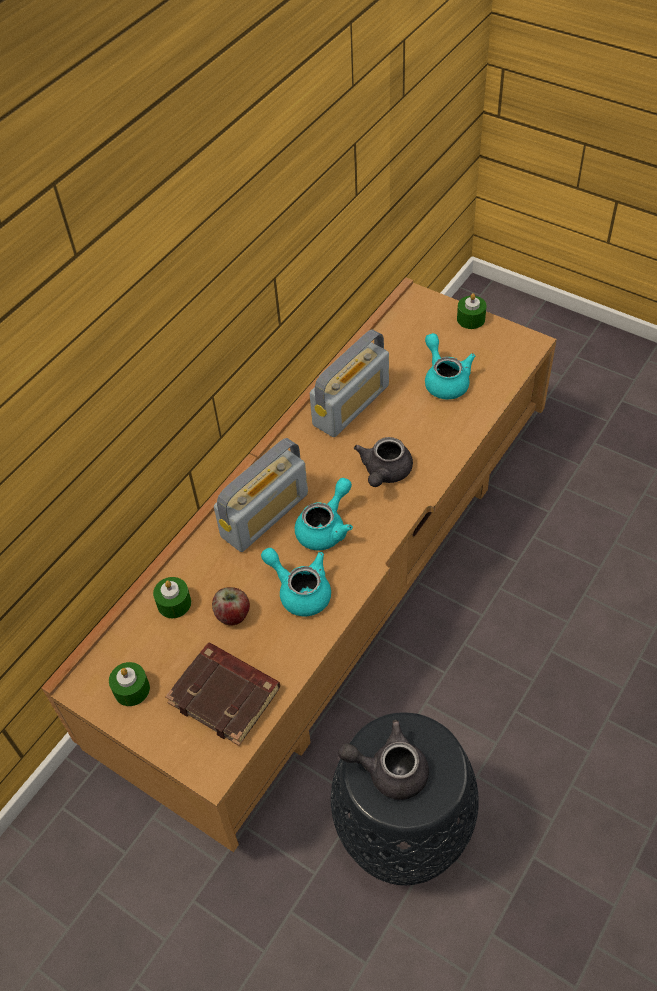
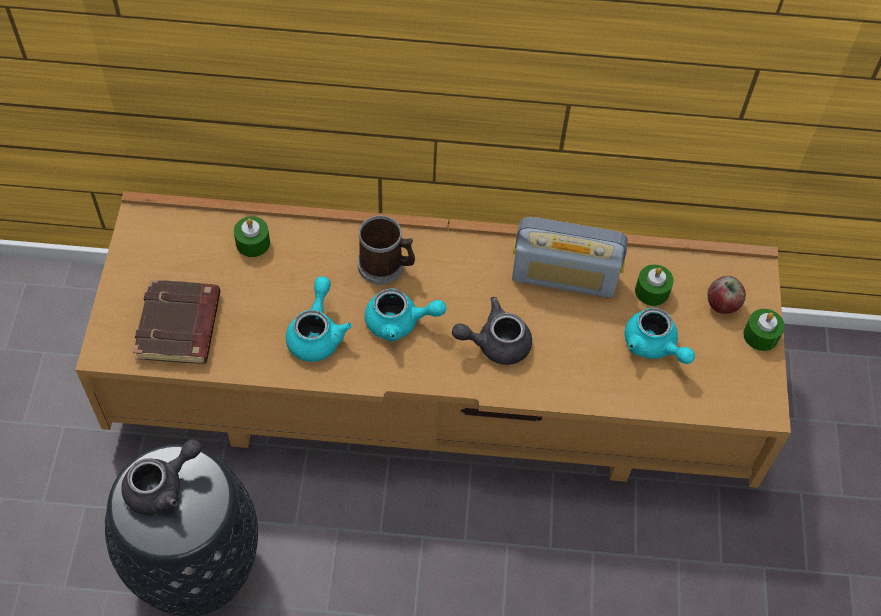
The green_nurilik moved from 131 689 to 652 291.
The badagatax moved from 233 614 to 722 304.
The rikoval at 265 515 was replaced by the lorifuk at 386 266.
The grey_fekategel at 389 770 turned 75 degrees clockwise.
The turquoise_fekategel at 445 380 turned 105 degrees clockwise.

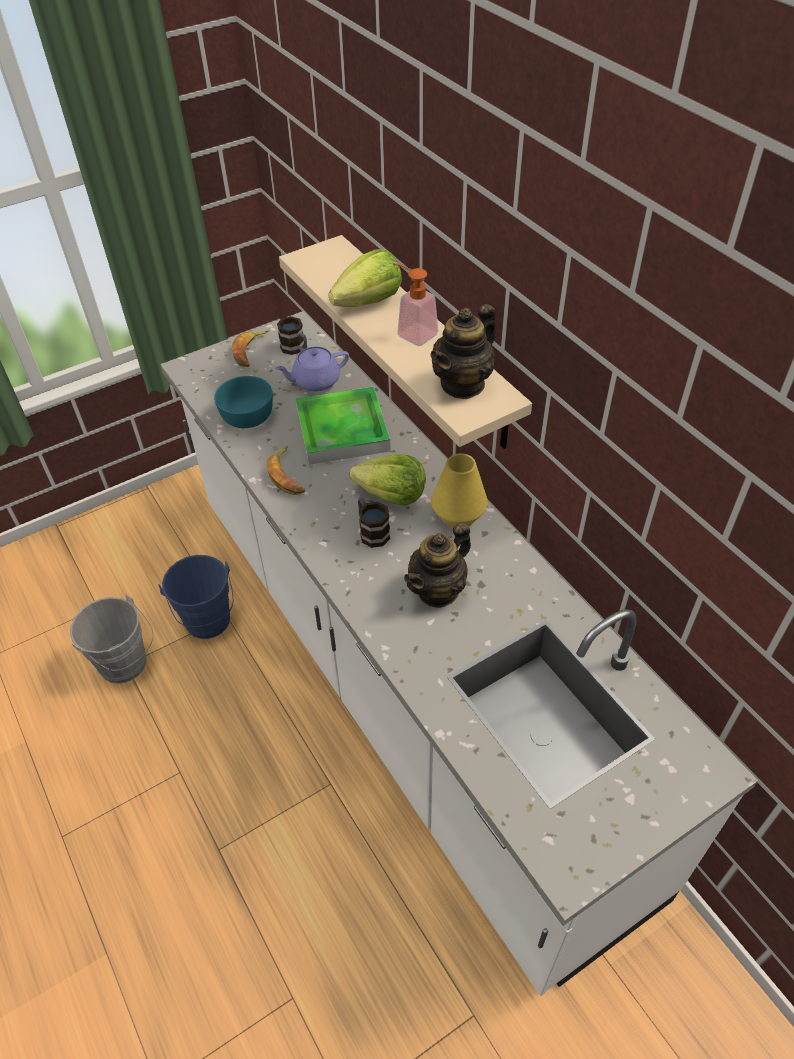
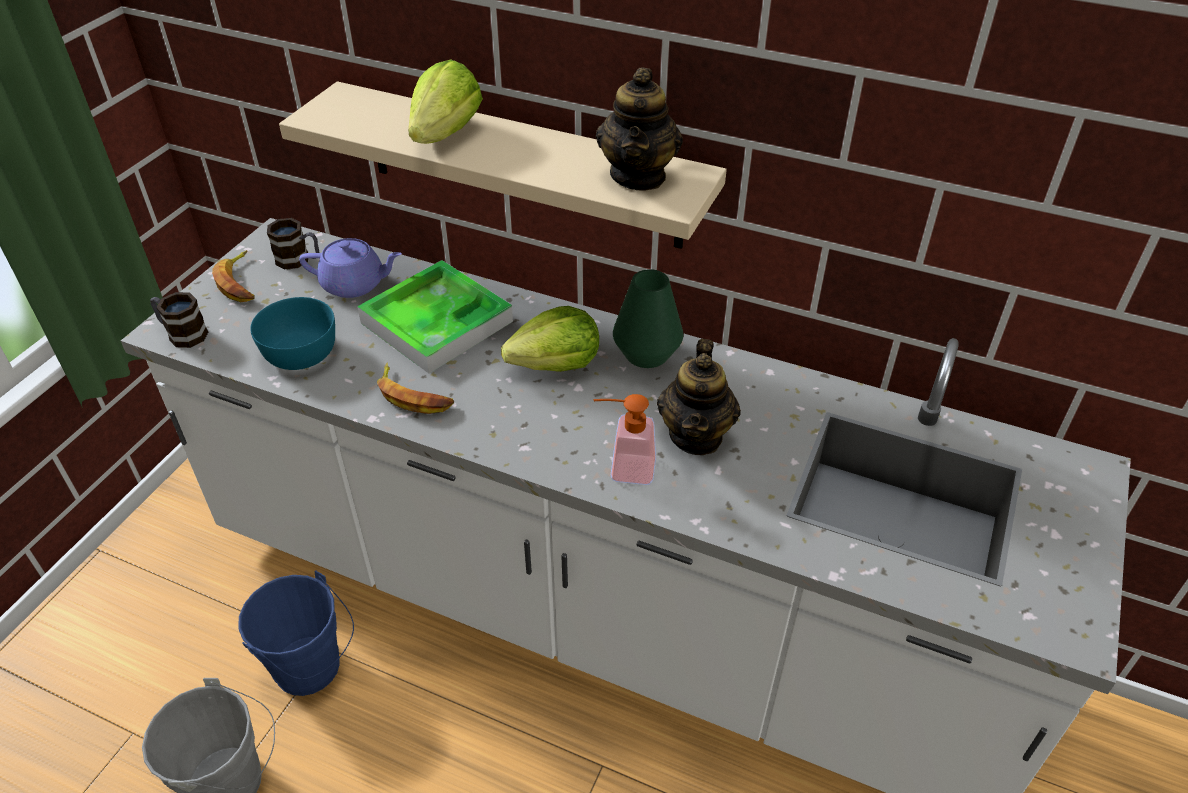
The lorifuk moved from 371 531 to 182 333.
The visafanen moved from 412 332 to 623 468.
The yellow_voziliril at 458 515 became the green_voziliril at 646 353.
The purple_fekategel at 315 381 turned 120 degrees counterclockwise.

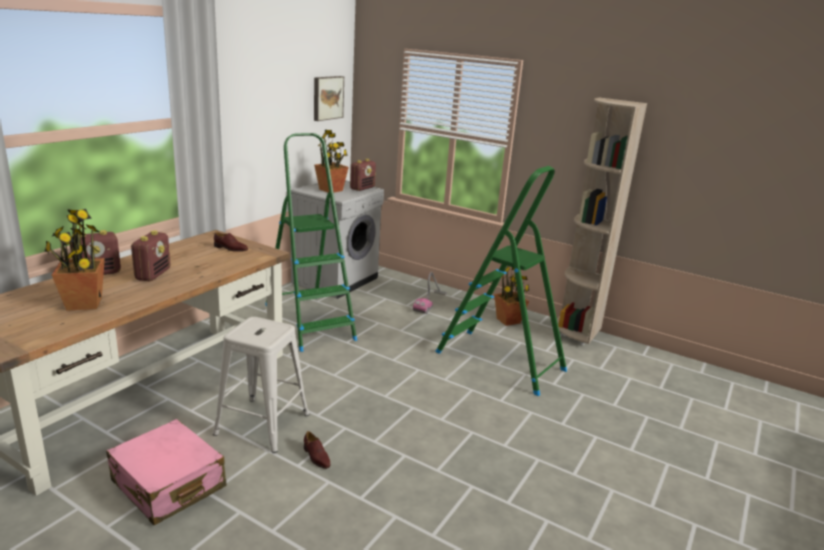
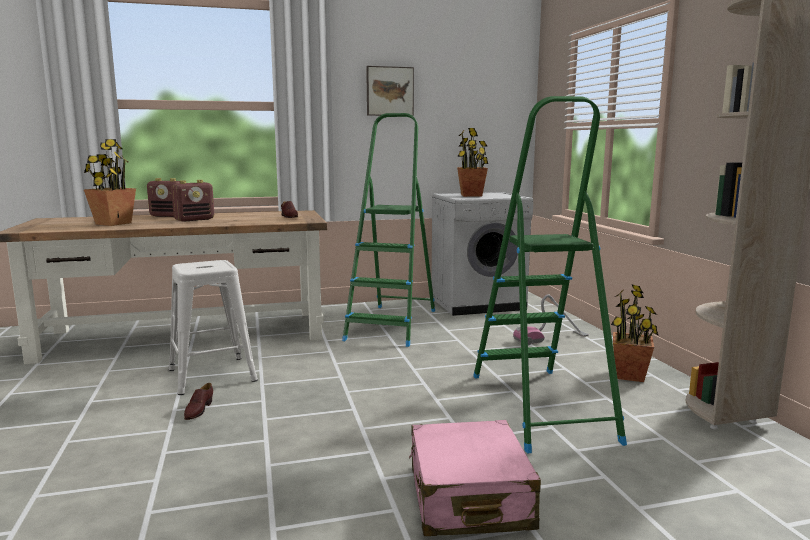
The rikoval at 362 188 disappeared.
The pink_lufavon moved from 168 484 to 468 498.
The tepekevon moved from 327 98 to 389 91.

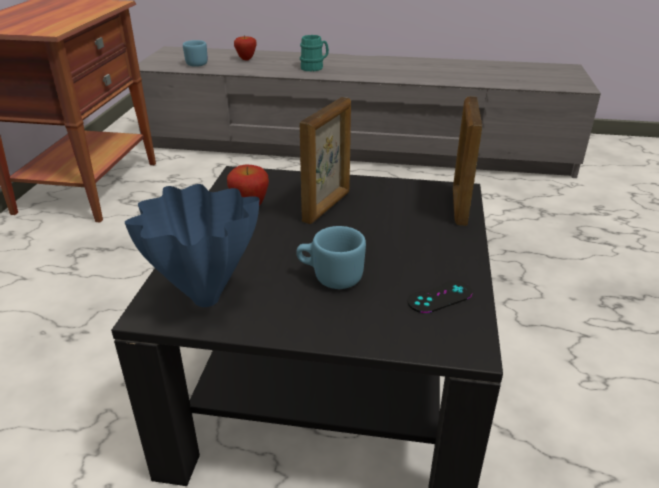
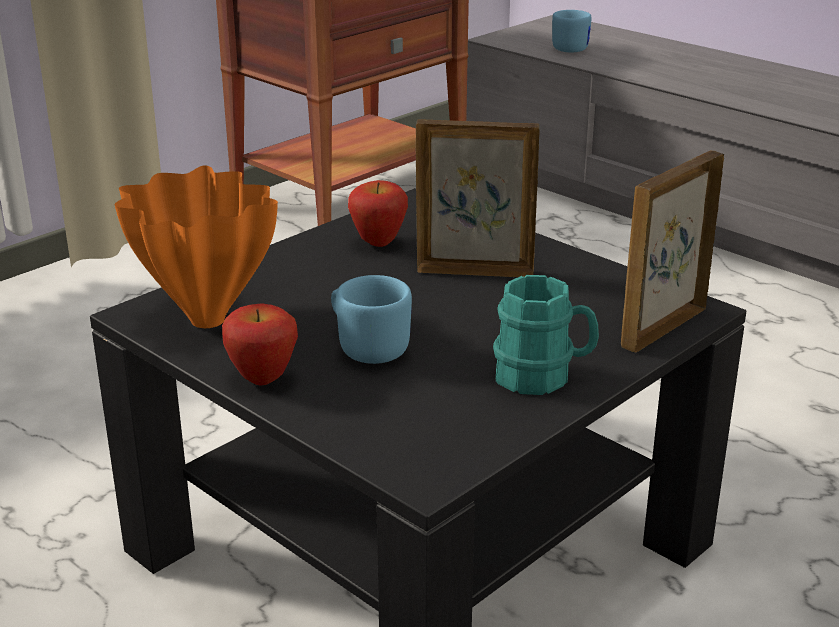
The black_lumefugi at 440 297 disappeared.
The badagatax moved from 246 59 to 263 379.
The turquoise_lorifuk moved from 315 67 to 543 377.
The blue_voziliril at 204 299 became the orange_voziliril at 204 320.
The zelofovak at 327 206 turned 150 degrees counterclockwise.

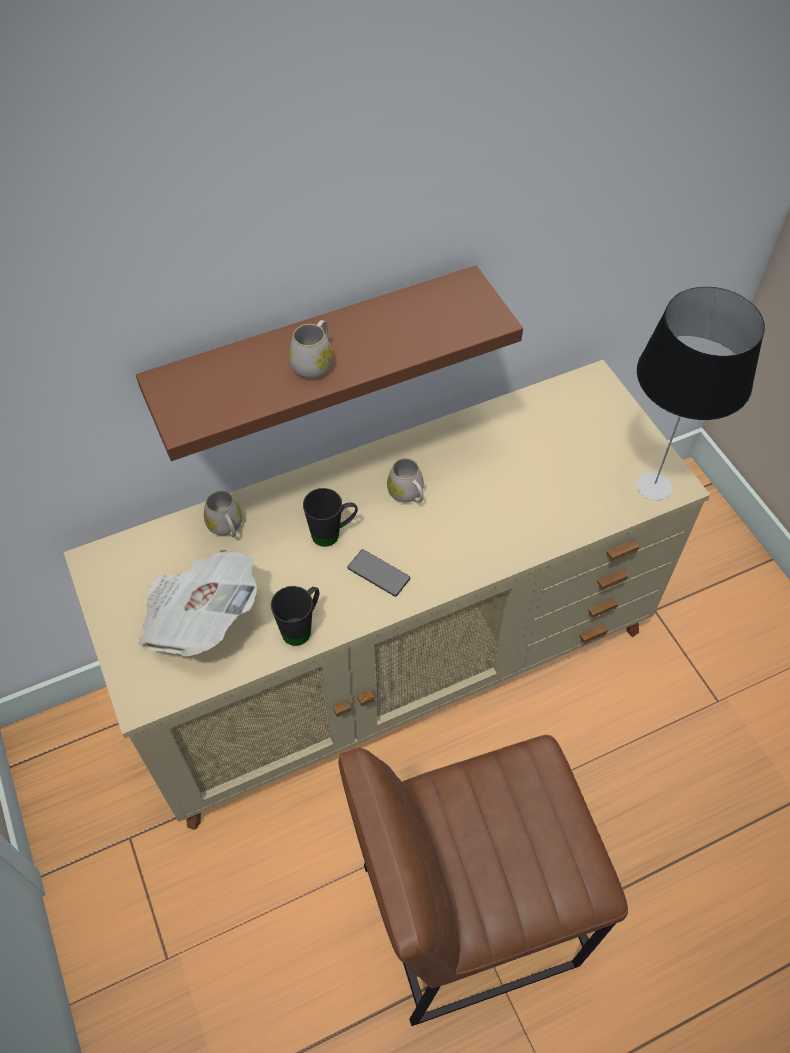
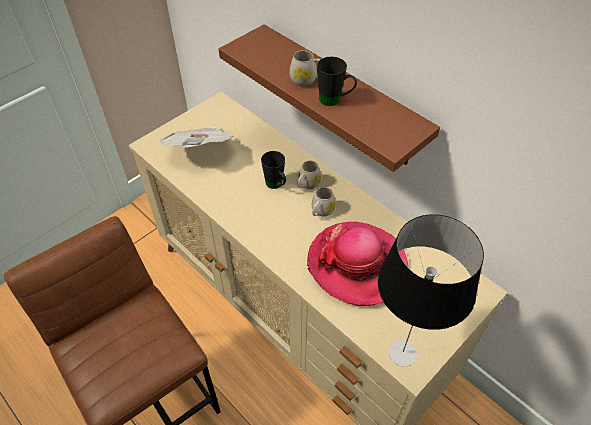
The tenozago at 378 573 disappeared.
The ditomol at 357 264 appeared.
The white_lorifuk moved from 227 527 to 307 184.
The black_lorifuk moved from 302 627 to 335 100.

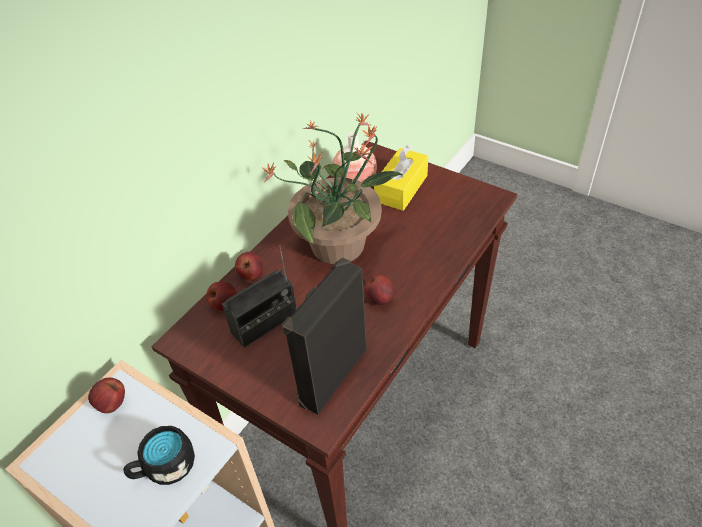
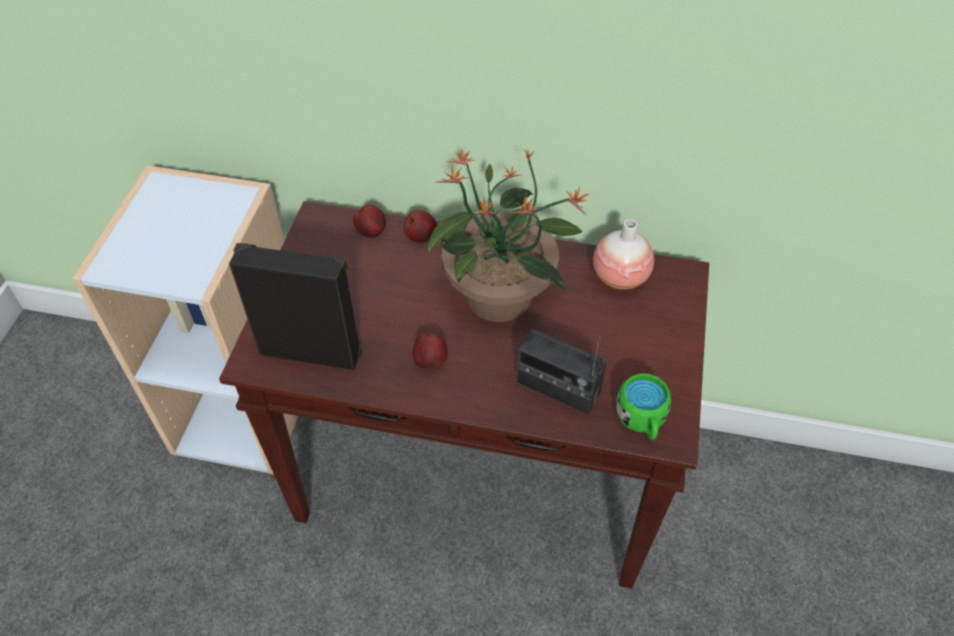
The badagatax at 112 404 disappeared.
The black_lorifuk at 164 467 disappeared.
The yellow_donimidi at 401 188 disappeared.
The green_lorifuk at 642 420 appeared.
The rikoval moved from 264 323 to 557 388.

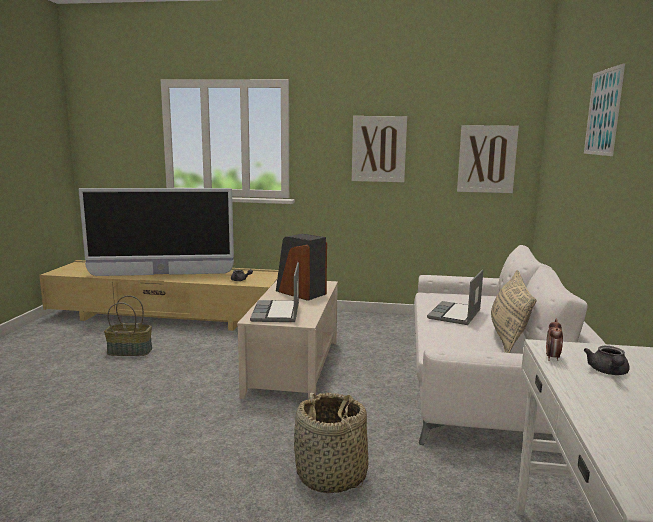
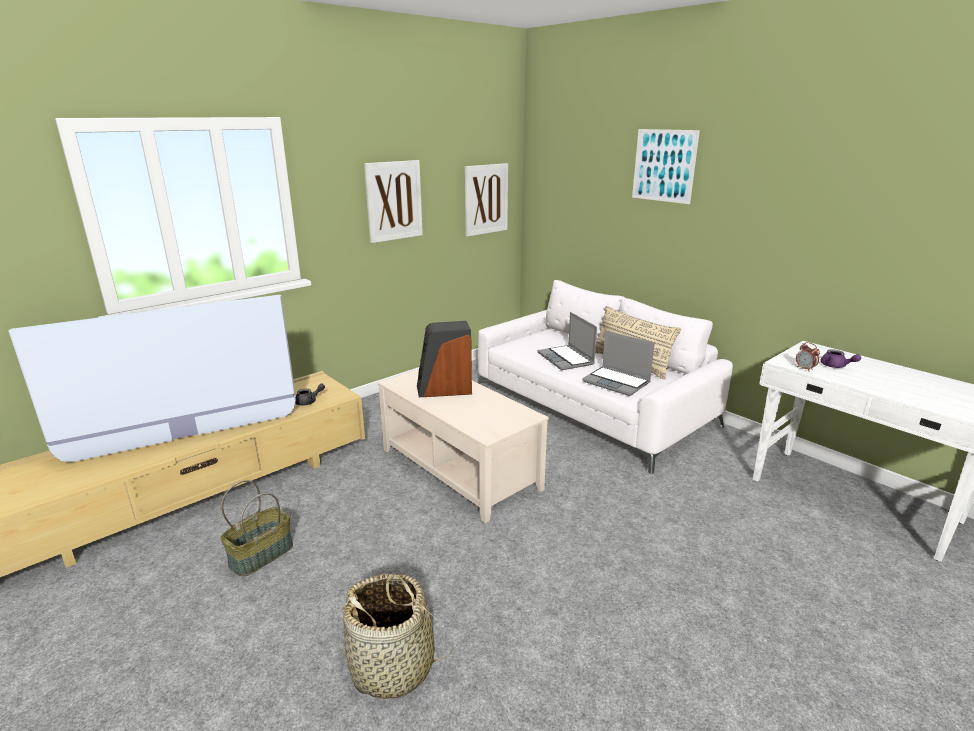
The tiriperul moved from 277 313 to 617 382.
The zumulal moved from 331 476 to 393 667.
The grey_fekategel at 608 372 became the purple_fekategel at 836 366.
The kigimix at 161 274 turned 150 degrees counterclockwise.

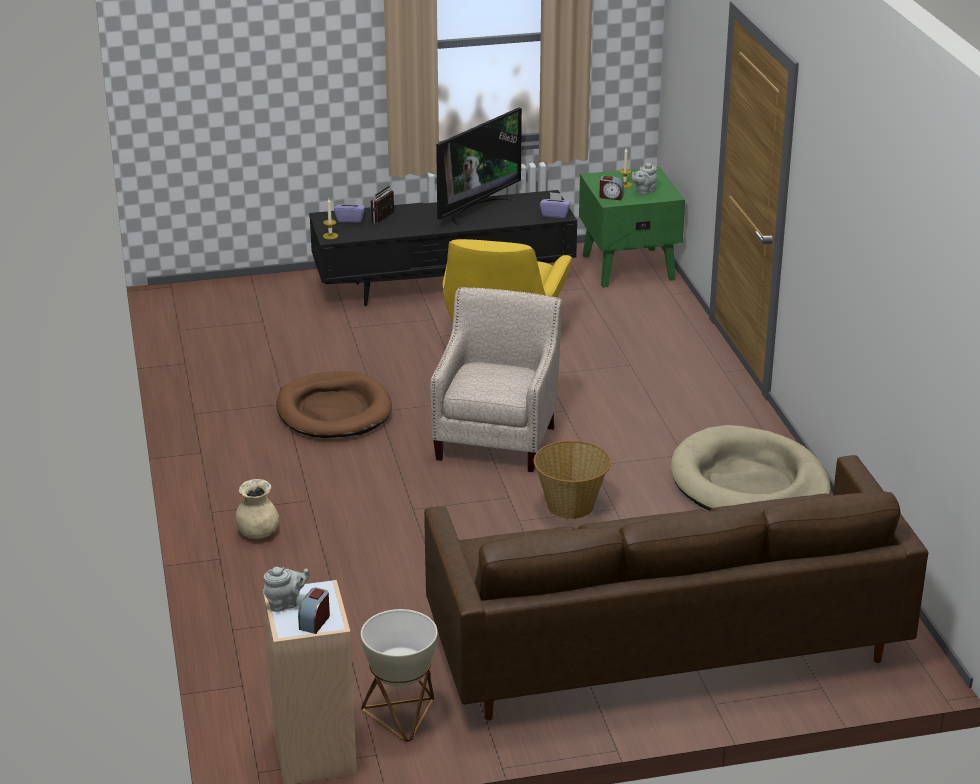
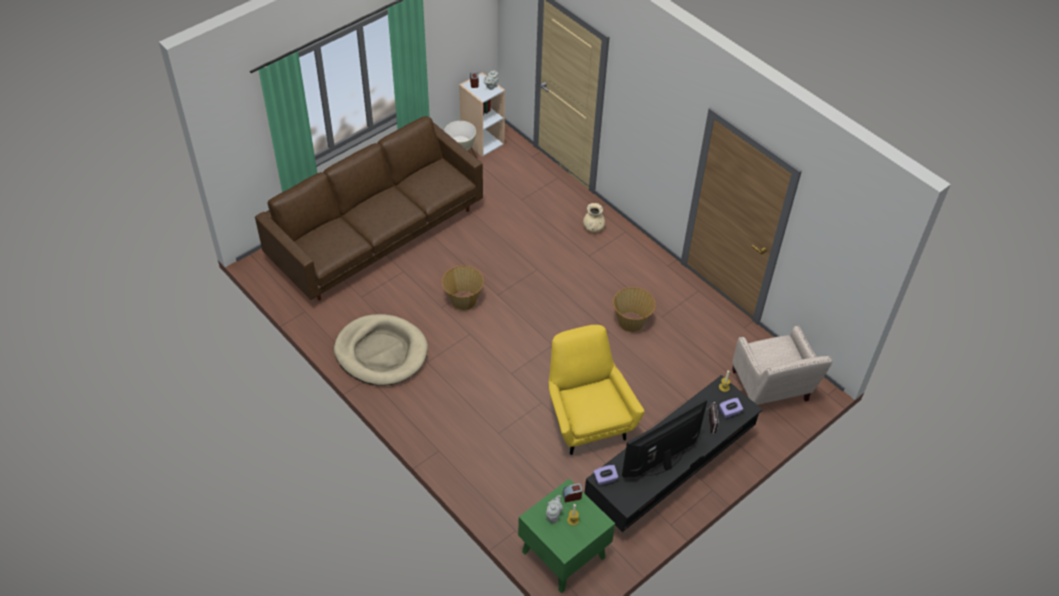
The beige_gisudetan moved from 498 438 to 770 390.
The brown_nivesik at 334 411 was replaced by the zumulal at 631 322.
The kigimix at 475 209 turned 45 degrees clockwise.

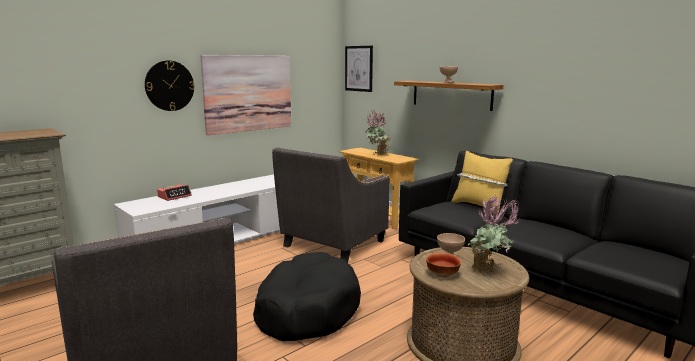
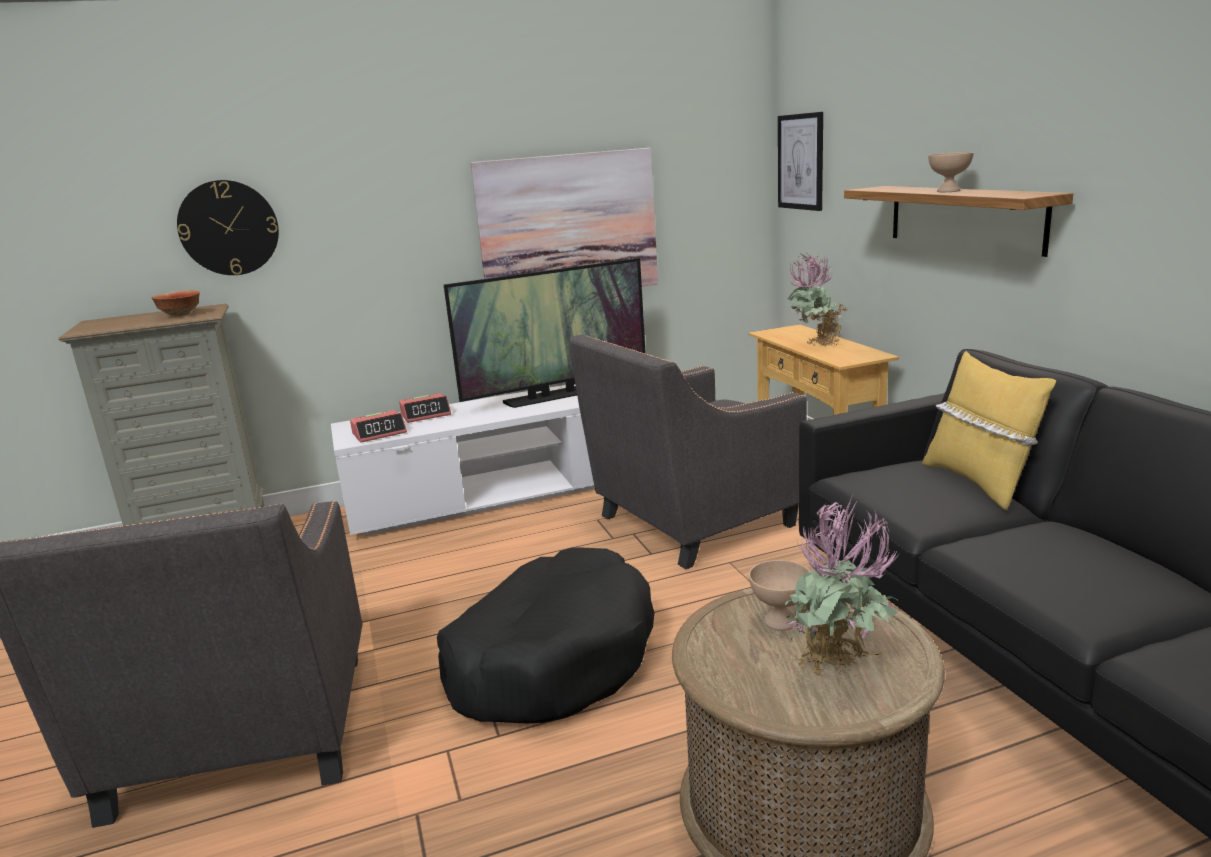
The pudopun at 379 433 appeared.
The kigimix at 557 396 appeared.
The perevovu moved from 169 85 to 229 228.
The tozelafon moved from 442 274 to 181 315.

